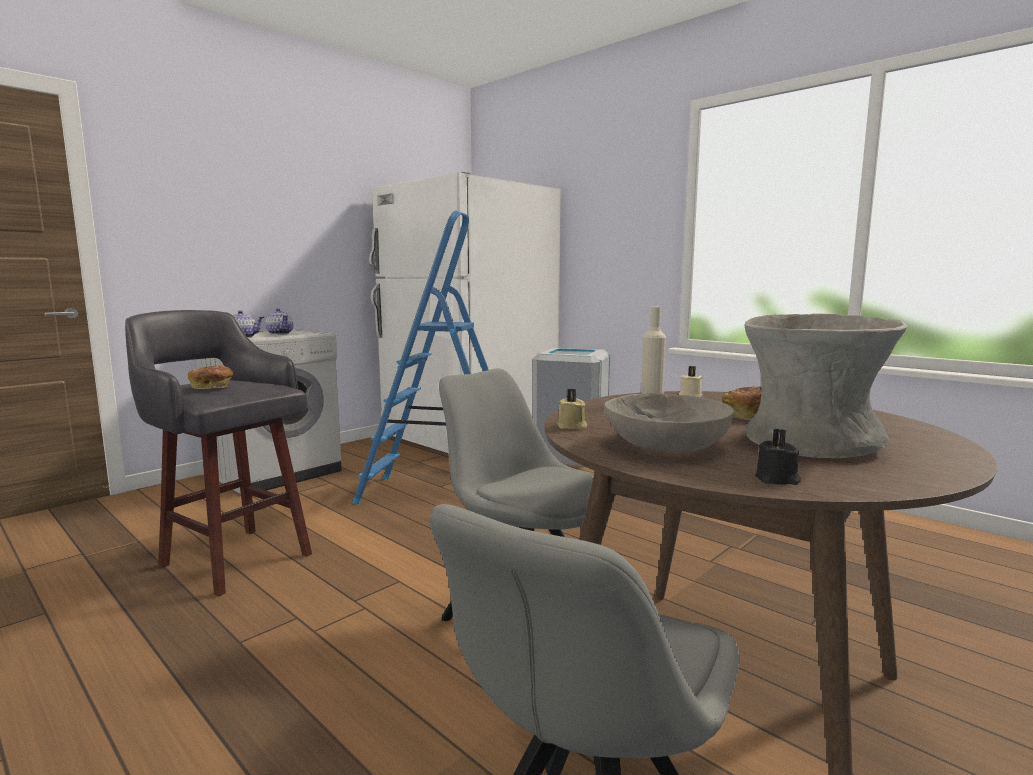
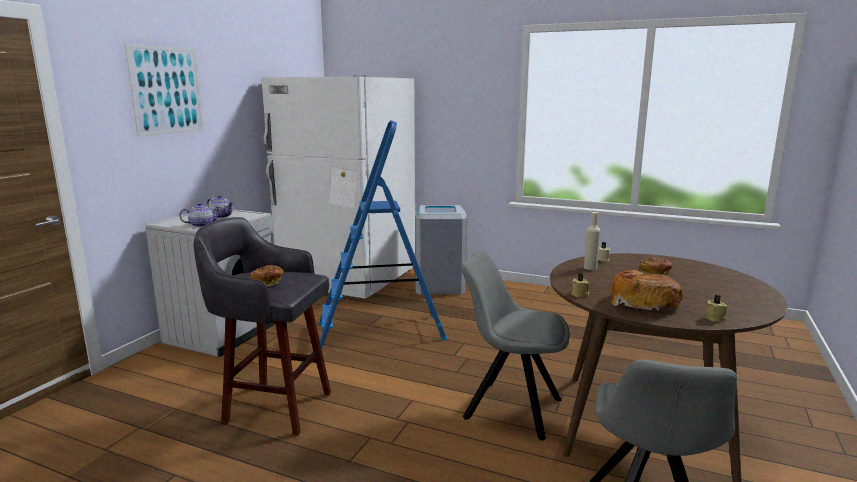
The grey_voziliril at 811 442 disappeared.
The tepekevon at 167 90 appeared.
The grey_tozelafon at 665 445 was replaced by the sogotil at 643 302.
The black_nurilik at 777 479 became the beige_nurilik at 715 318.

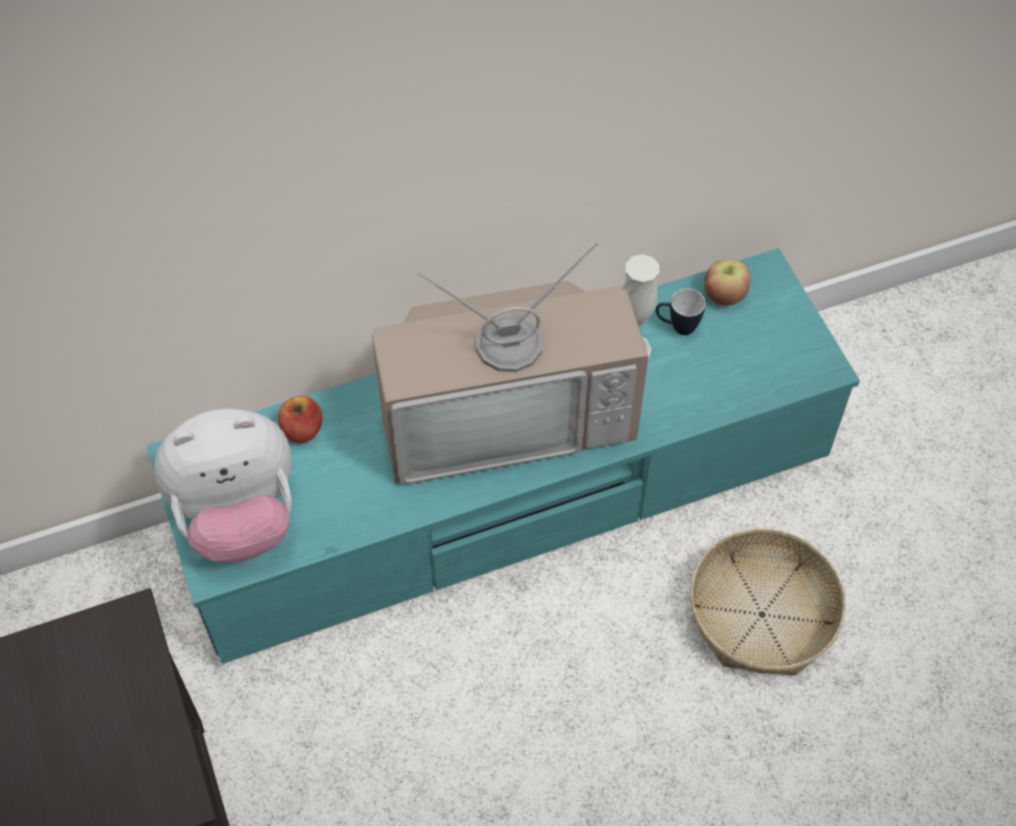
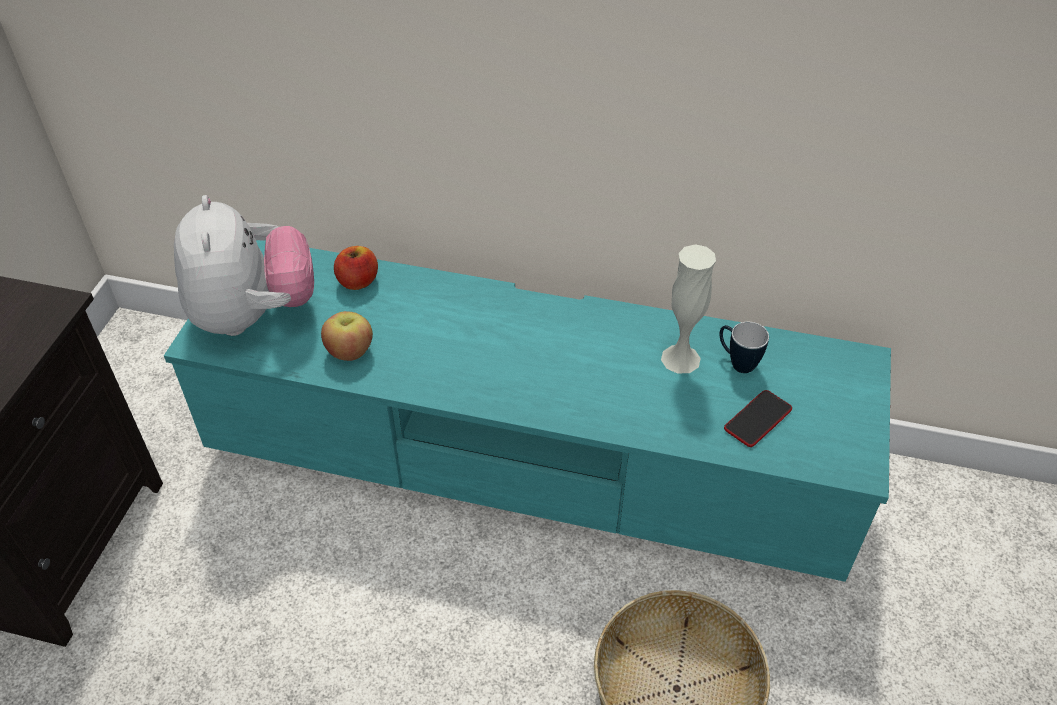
The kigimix at 507 414 disappeared.
The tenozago at 758 419 appeared.
The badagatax moved from 724 295 to 350 351.
The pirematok at 238 517 turned 120 degrees counterclockwise.

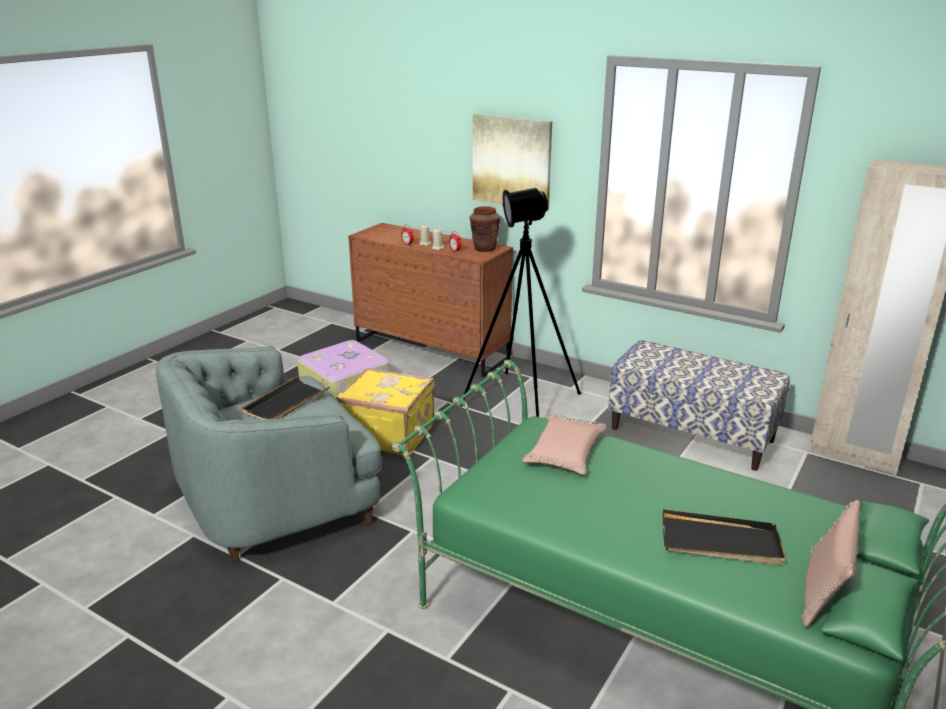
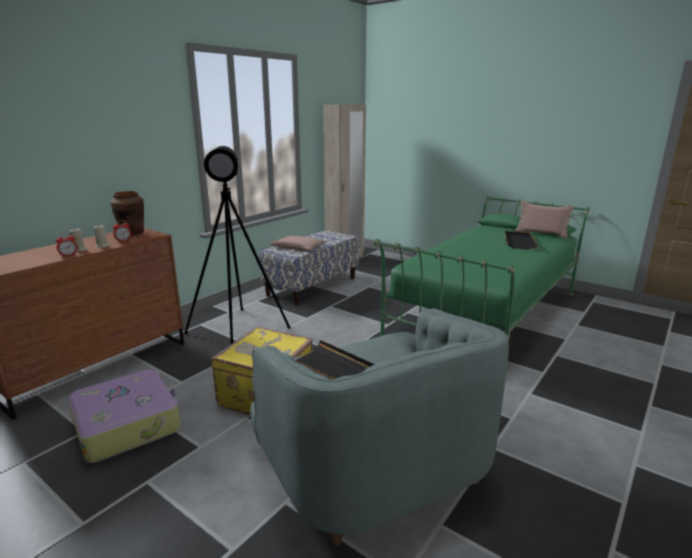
The tepekevon at 512 161 disappeared.
The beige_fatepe moved from 565 450 to 298 247.

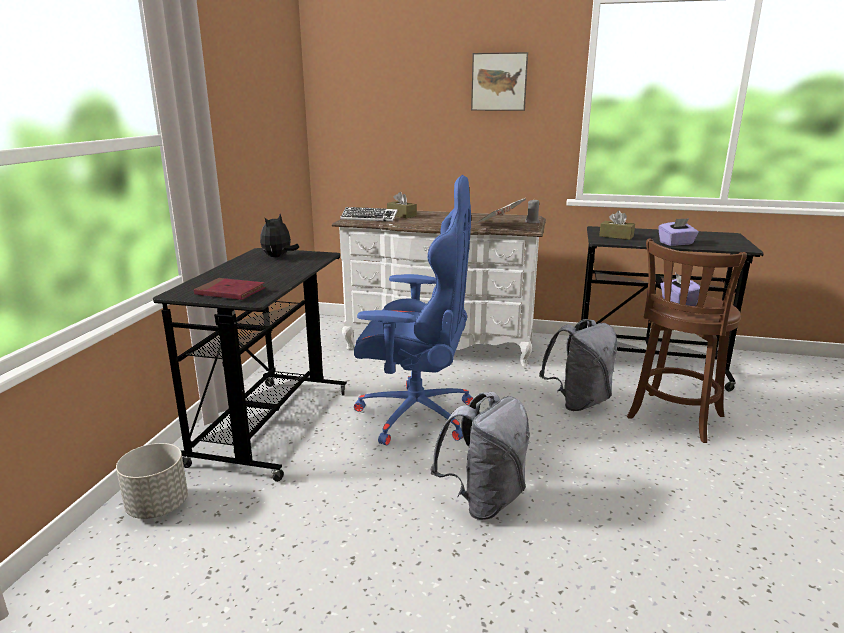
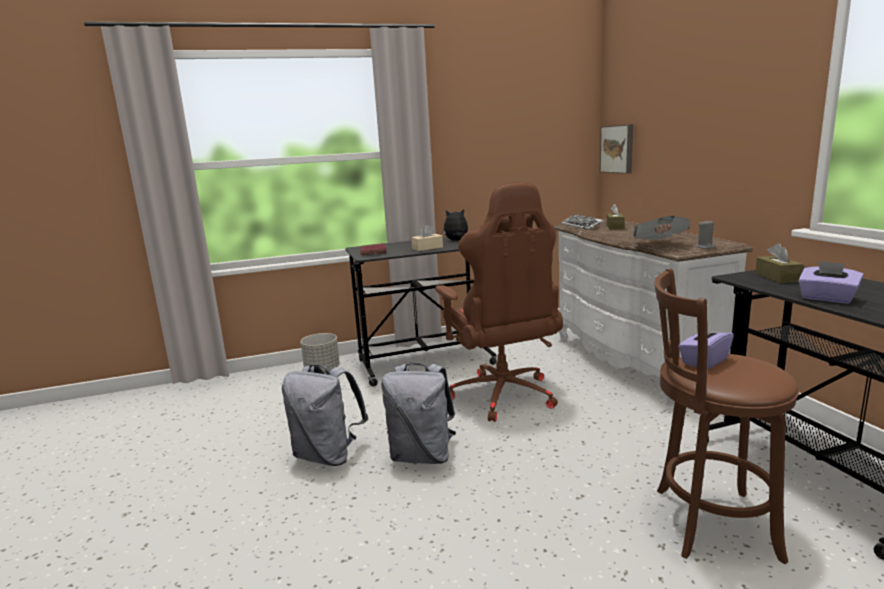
The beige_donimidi at 427 248 appeared.
The tepekevon moved from 499 82 to 618 149.
The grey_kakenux moved from 578 402 to 328 456.
The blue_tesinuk at 414 415 became the brown_tesinuk at 501 395.

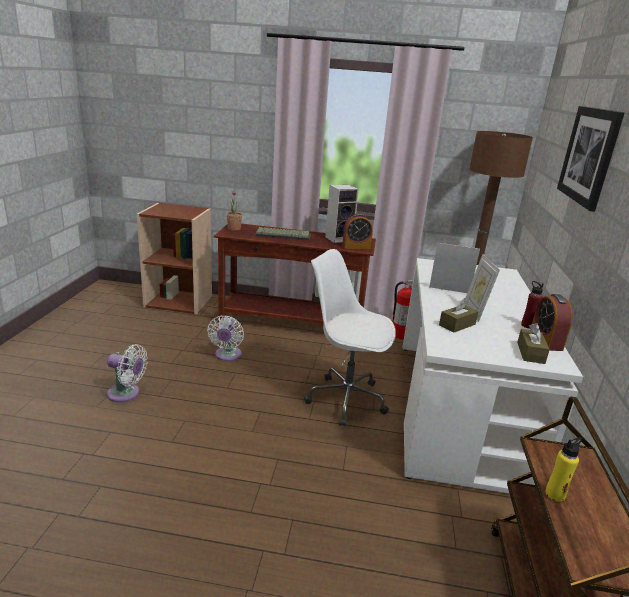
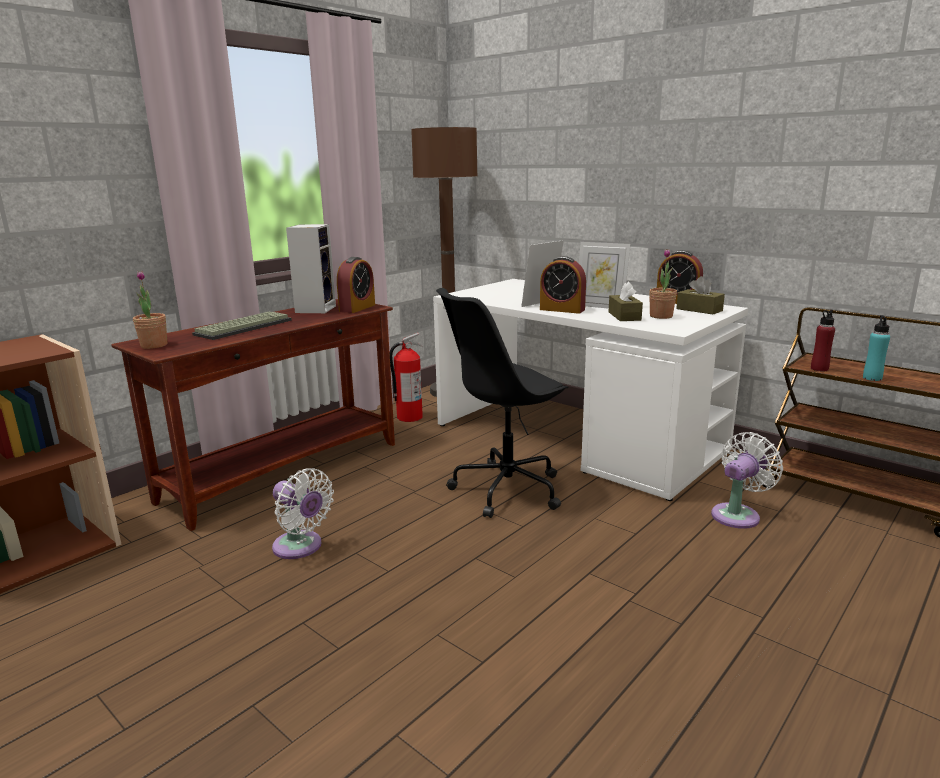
The tepekevon at 589 155 disappeared.
The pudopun at 562 310 appeared.
The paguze at 661 316 appeared.
The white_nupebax moved from 126 394 to 738 514.
The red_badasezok moved from 527 325 to 819 369.
The white_tesinuk at 344 399 became the black_tesinuk at 504 491.
The yellow_badasezok at 555 494 became the turquoise_badasezok at 872 378.

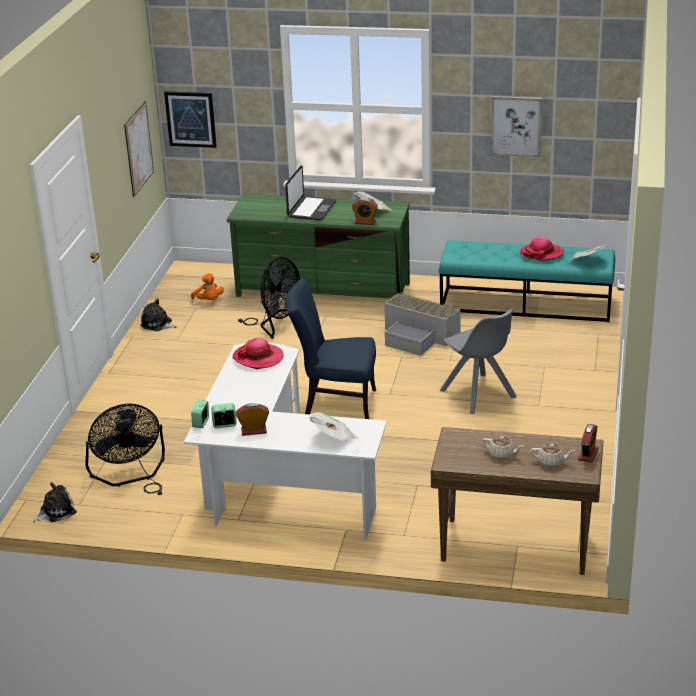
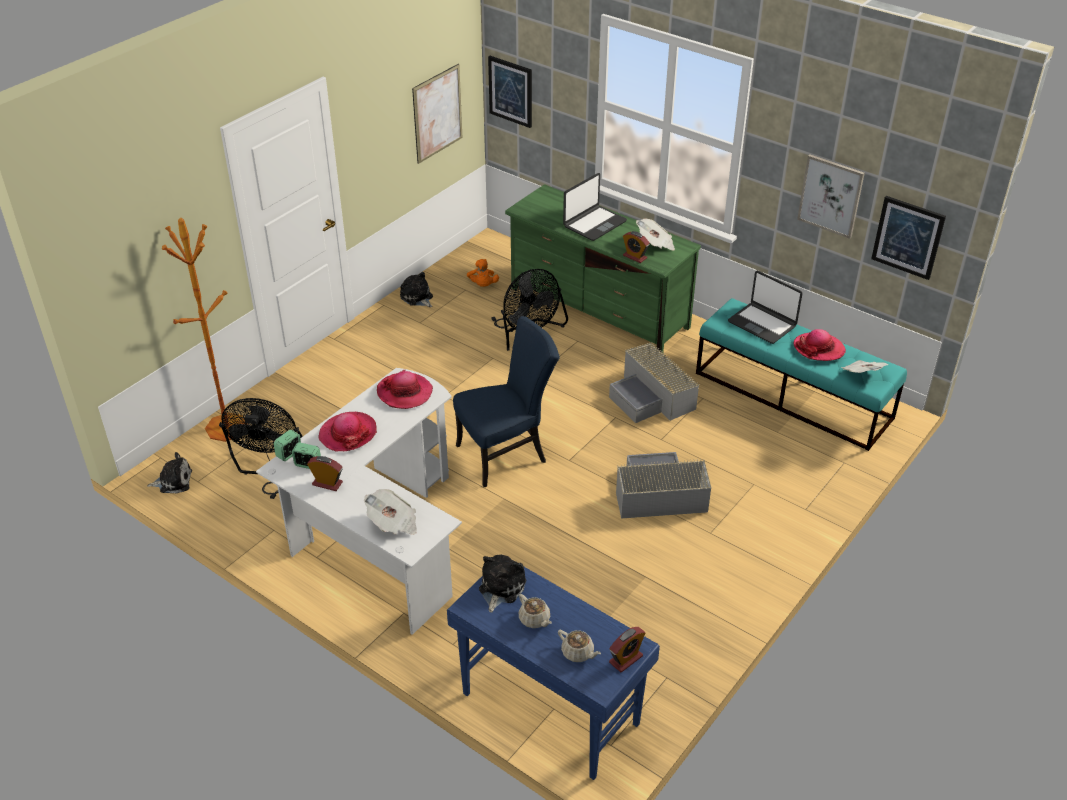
The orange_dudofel at 227 427 appeared.
The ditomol at 348 433 appeared.
The pirematok at 500 588 appeared.
The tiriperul at 762 323 appeared.
The tepekevon at 908 237 appeared.
The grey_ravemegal at 478 394 was replaced by the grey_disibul at 657 495.
The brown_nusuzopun at 514 547 became the blue_nusuzopun at 549 709.
The blue_ravemegal at 335 404 turned 120 degrees clockwise.

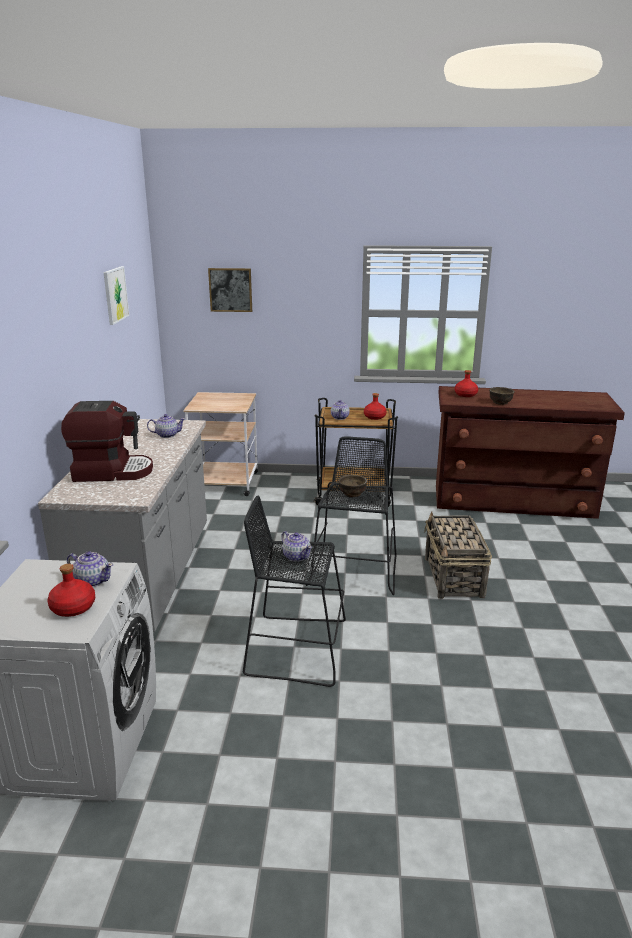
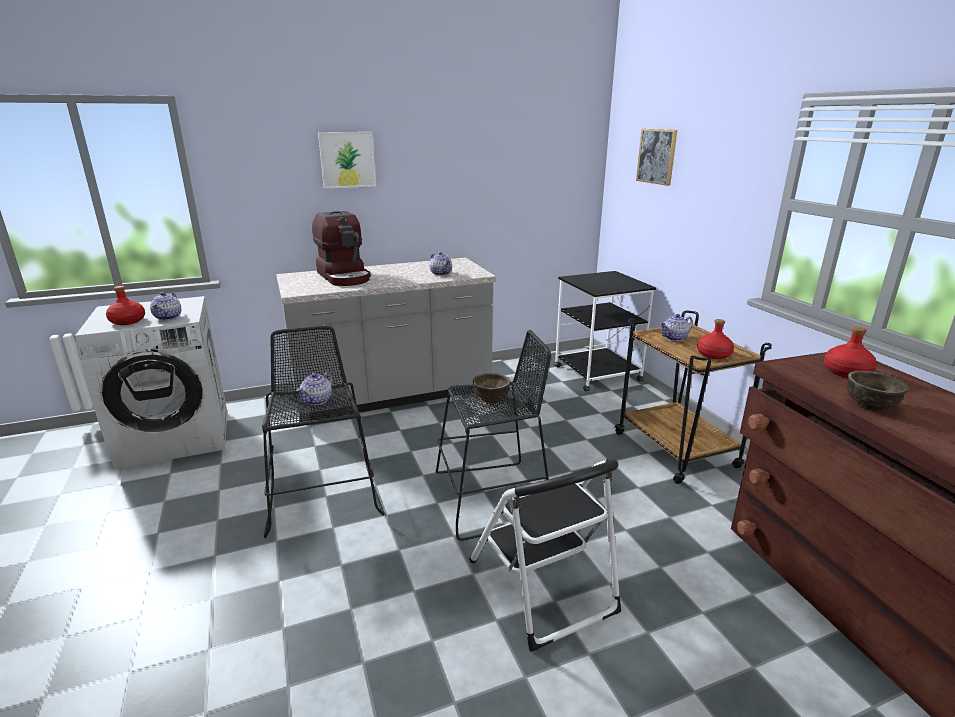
The tepekevon moved from 115 295 to 347 160.
The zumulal at 453 578 was replaced by the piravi at 543 589.
The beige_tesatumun at 227 483 became the black_tesatumun at 597 374.

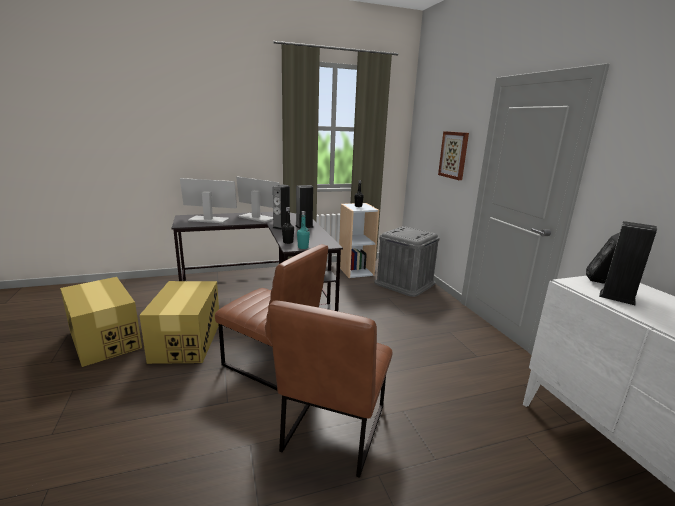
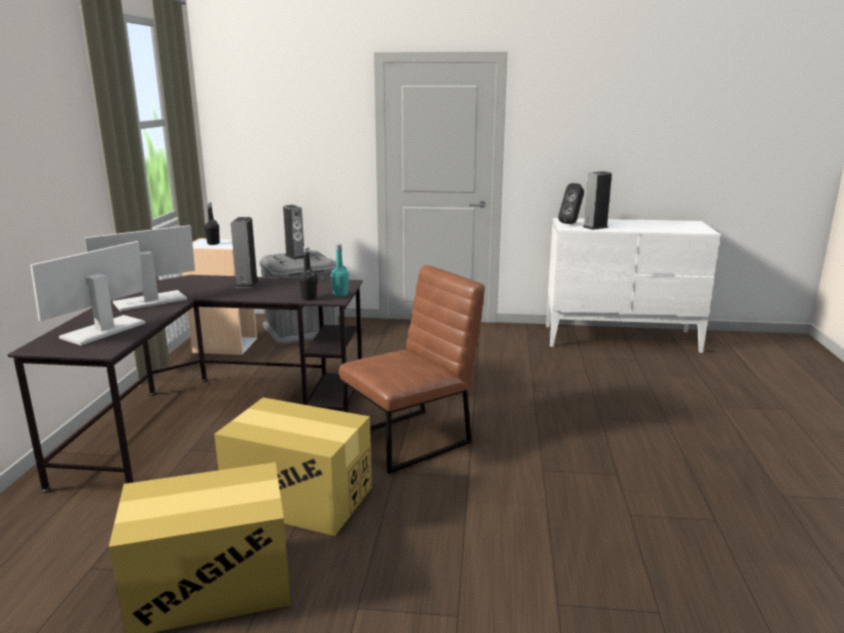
The brown_ravemegal at 333 429 disappeared.
The tepekevon at 454 155 disappeared.
The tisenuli moved from 281 227 to 295 256.

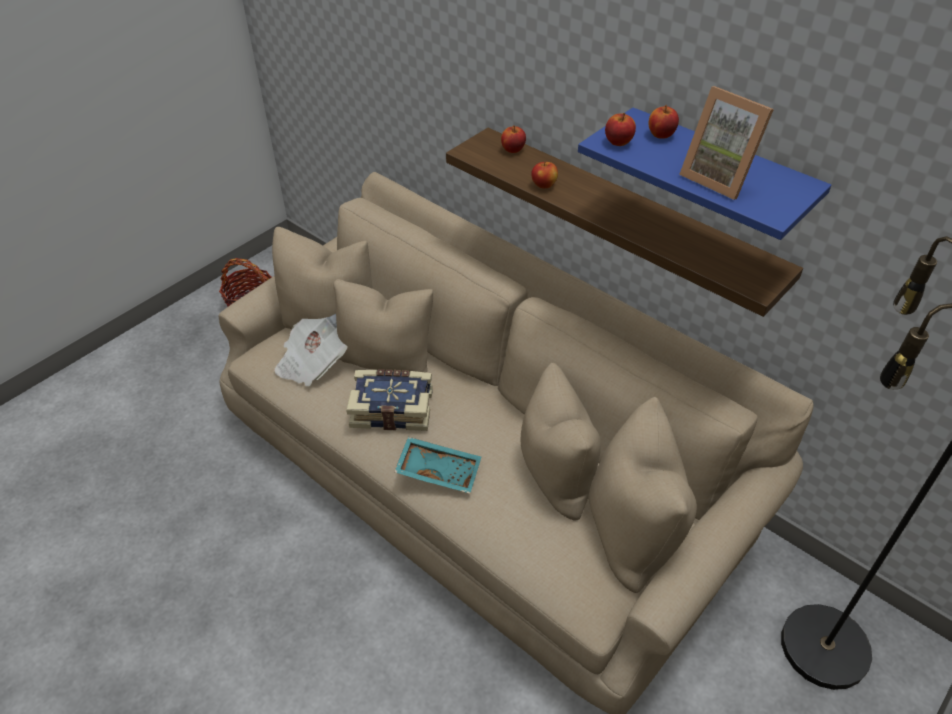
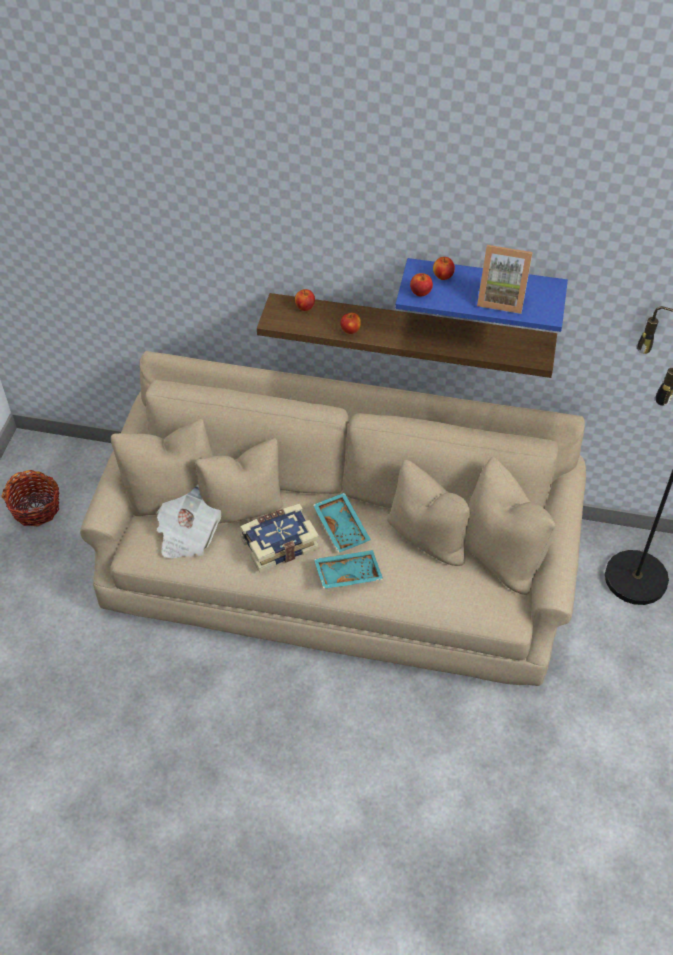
The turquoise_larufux at 342 527 appeared.

